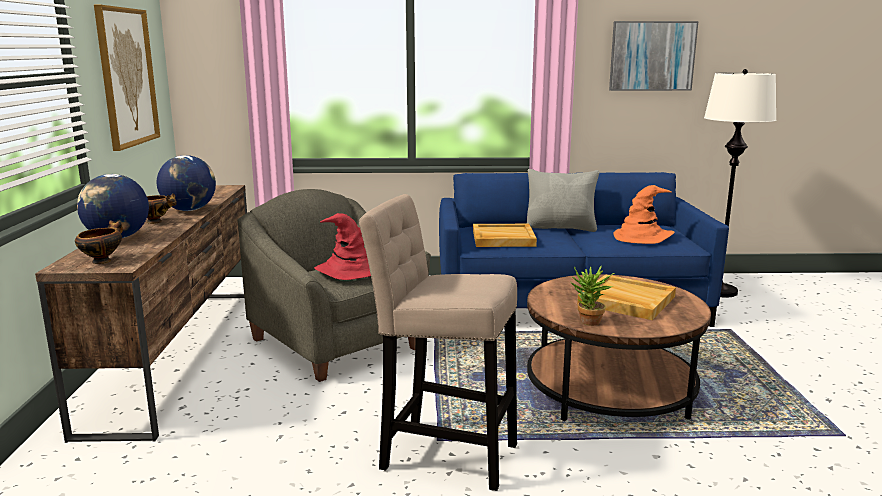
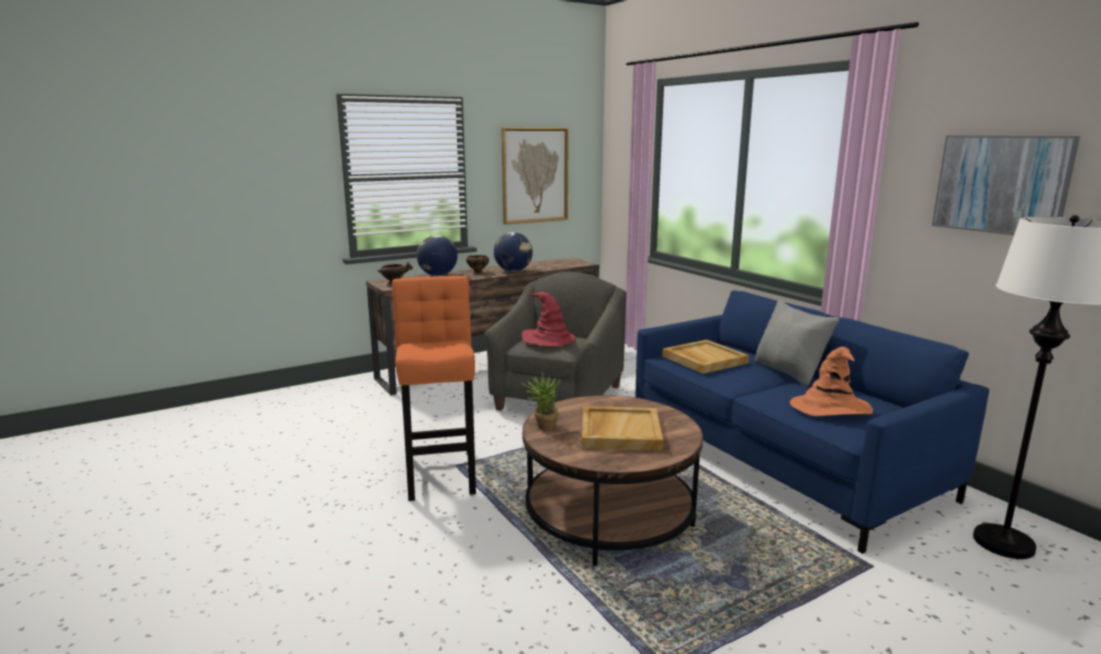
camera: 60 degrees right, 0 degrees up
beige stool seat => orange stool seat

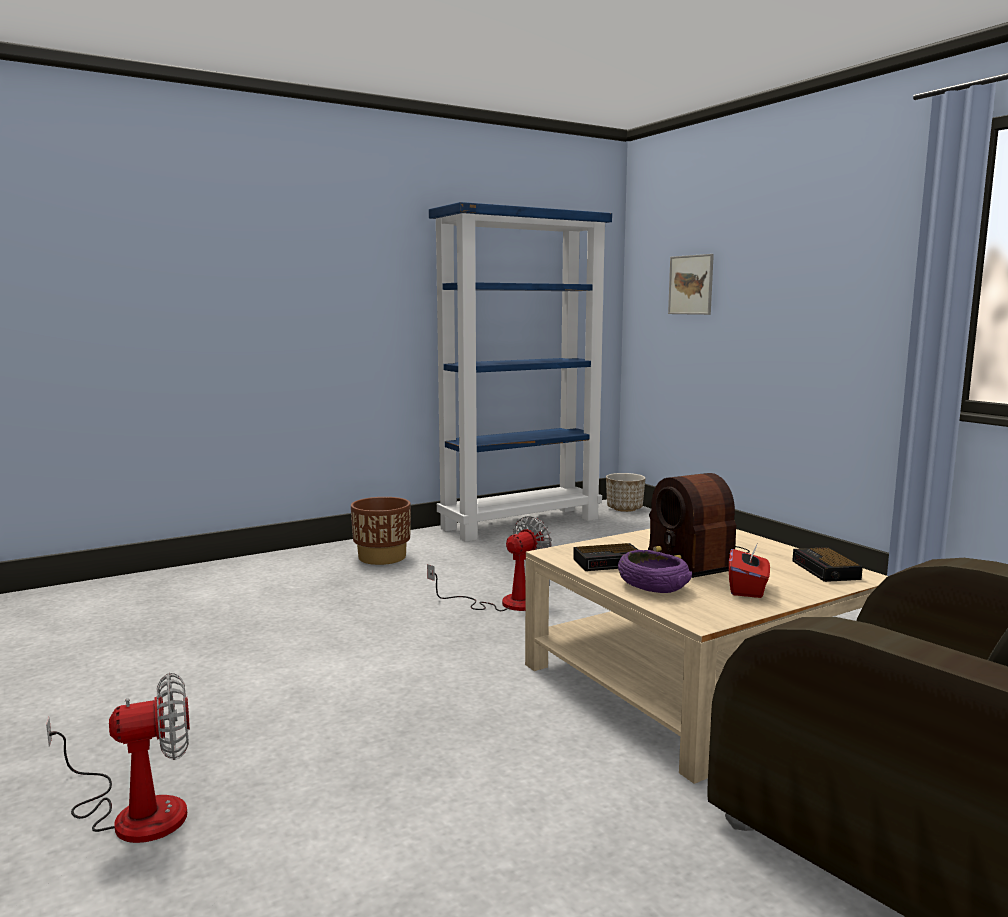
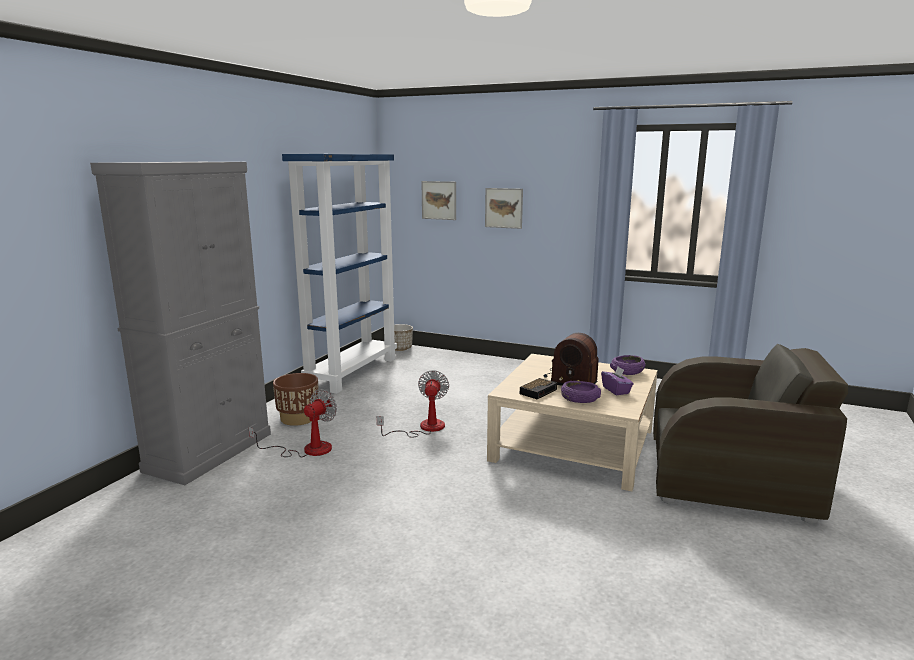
camera: 35 degrees left, 5 degrees up
fan (no. 1 from left), shifted
red-coloured tissue box => purplish tissue box
table clock (no. 2 from left) => purplish serving bowl (no. 2 from left)
nothing => grey cupboard
nothing => picture (no. 2 from left)

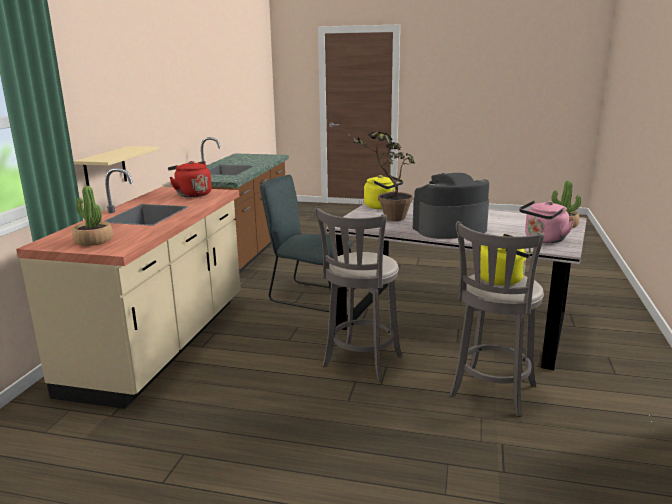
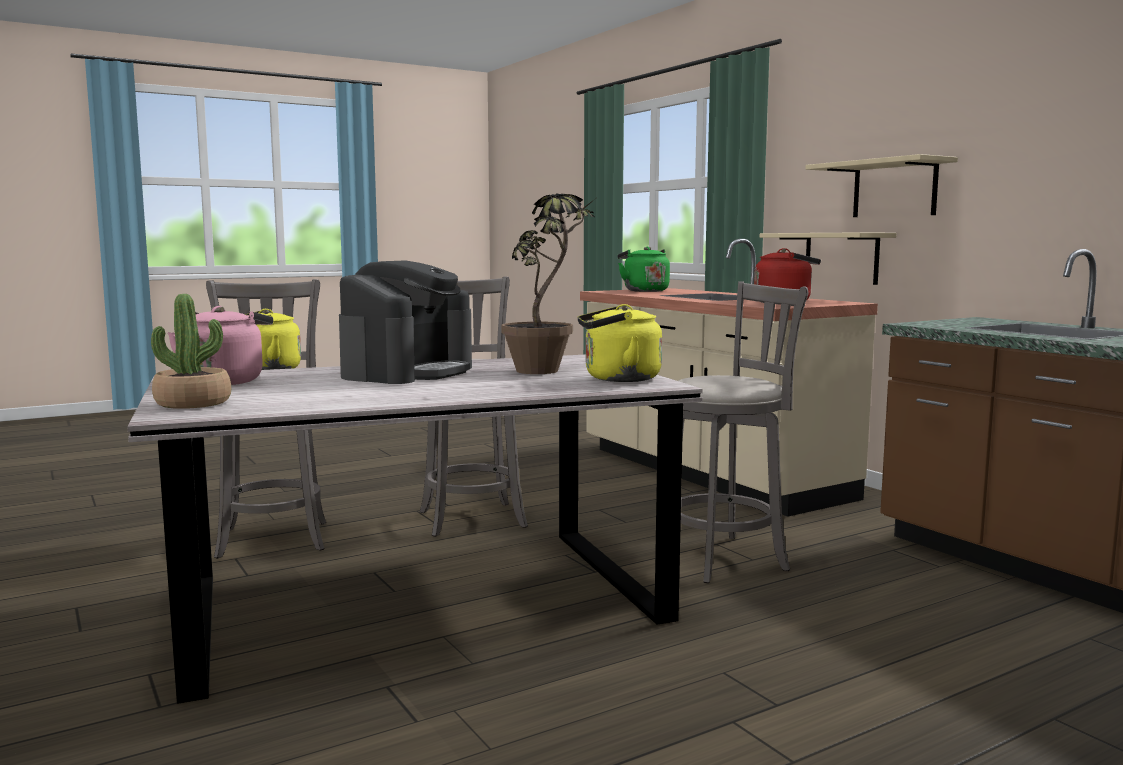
camera: 135 degrees right, 10 degrees down
houseplant (no. 1 from left) => green-coloured tea kettle
grey plain chair => grey stool seat (no. 3 from left)
nothing => beige bracket shelf (no. 2 from left)

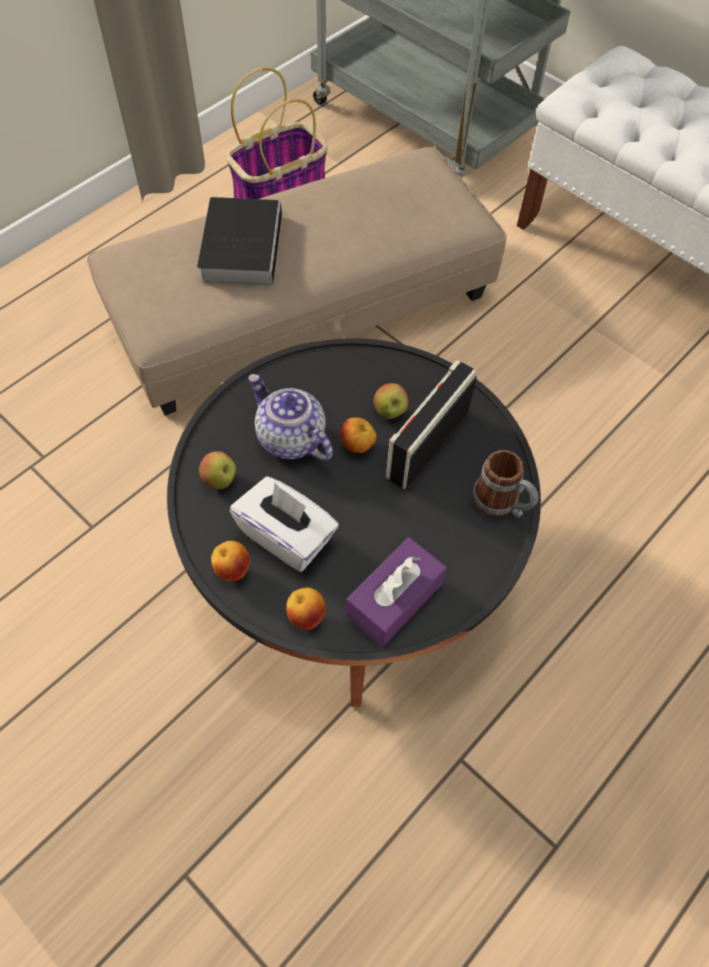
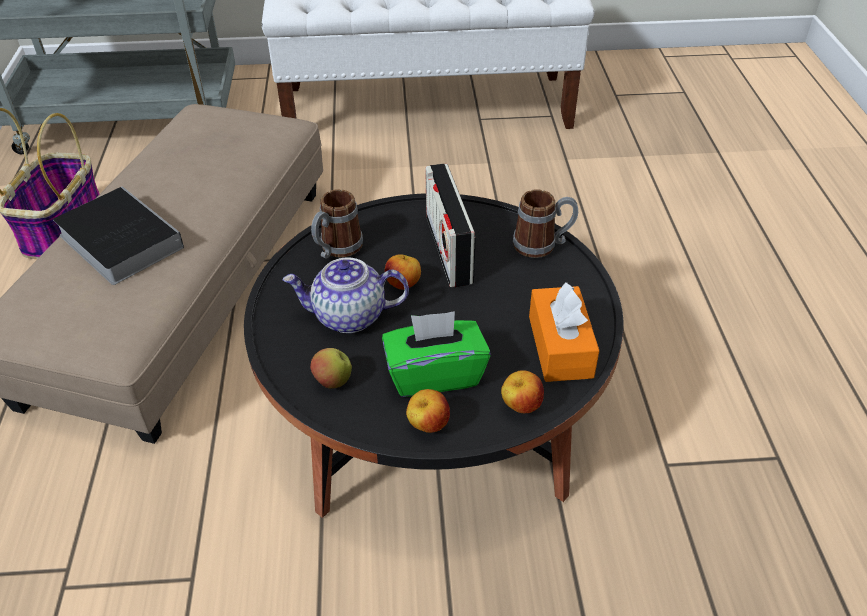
camera: 45 degrees left, 15 degrees down
white tissue box => green-coloured tissue box
purplish tissue box => orange tissue box
apple (no. 5 from left) => nothing
nothing => tea mug (no. 1 from left)

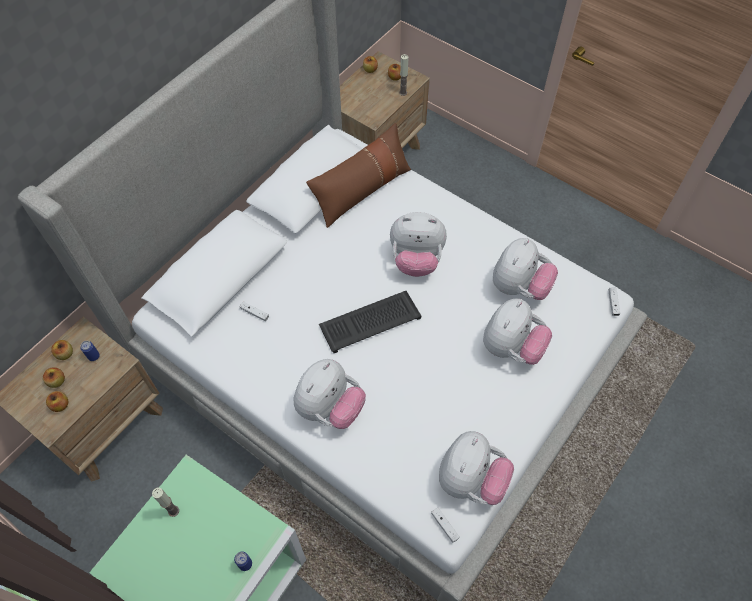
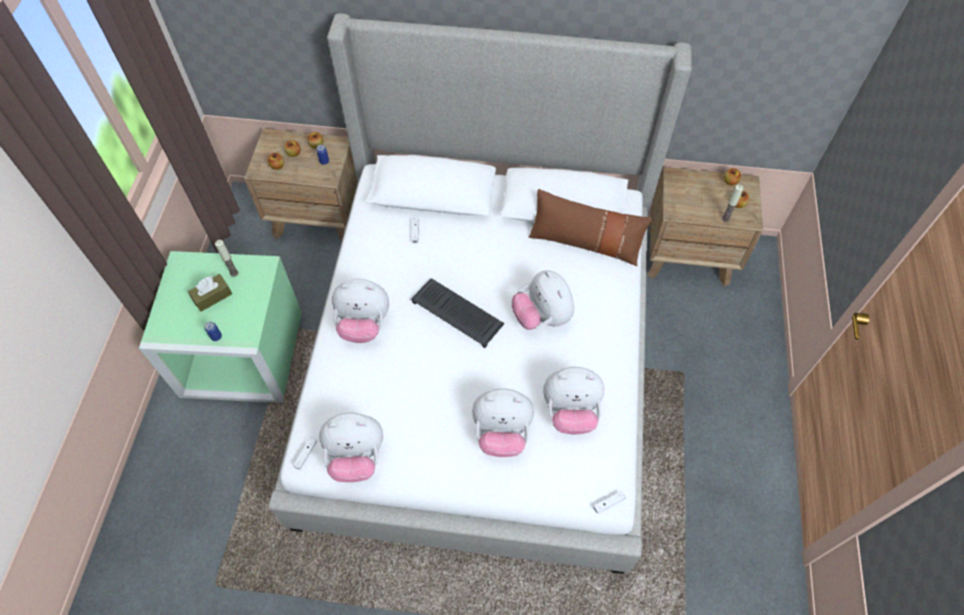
camera: 60 degrees right, 0 degrees up
nothing => brownish tissue box

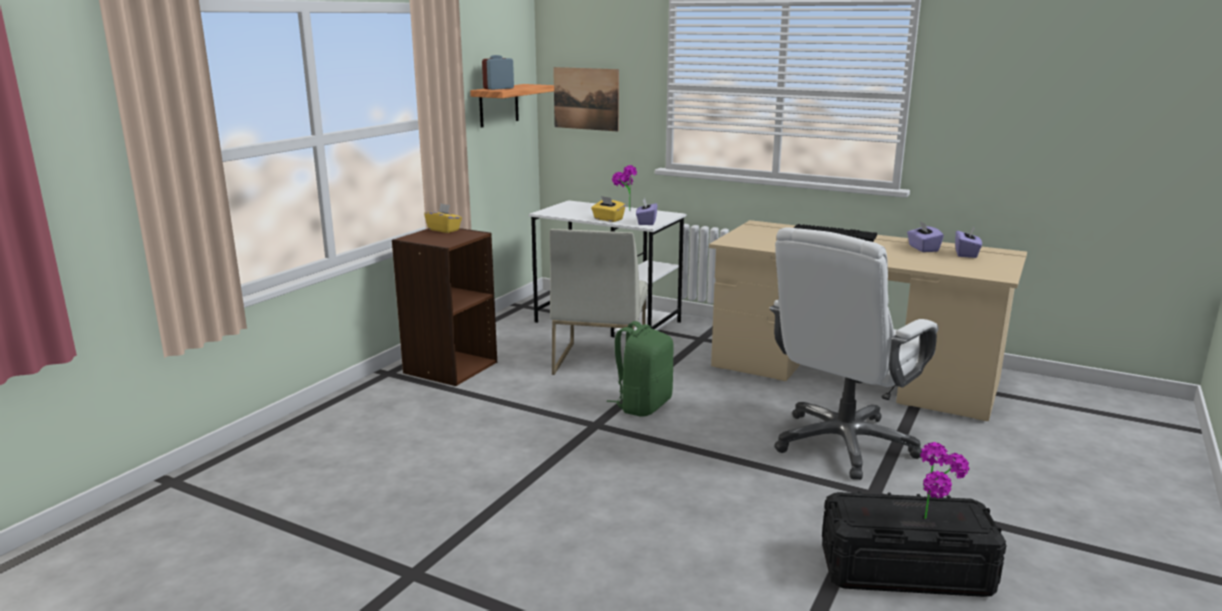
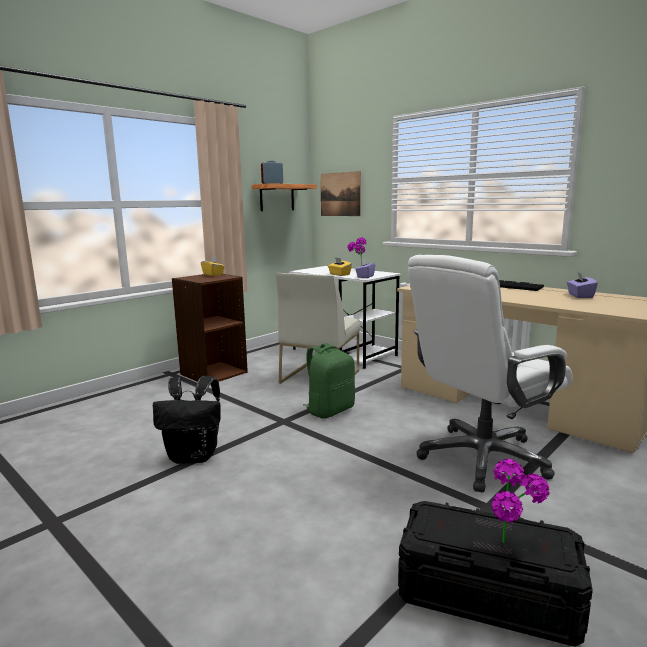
camera: 15 degrees right, 5 degrees down
purplish tissue box (no. 3 from left) => nothing
nothing => black backpack

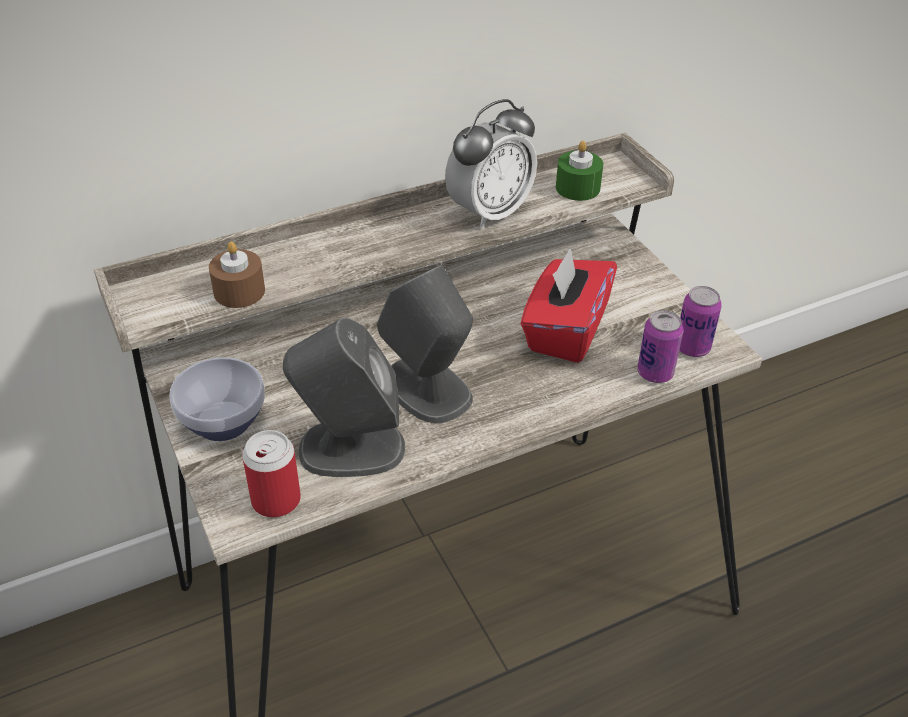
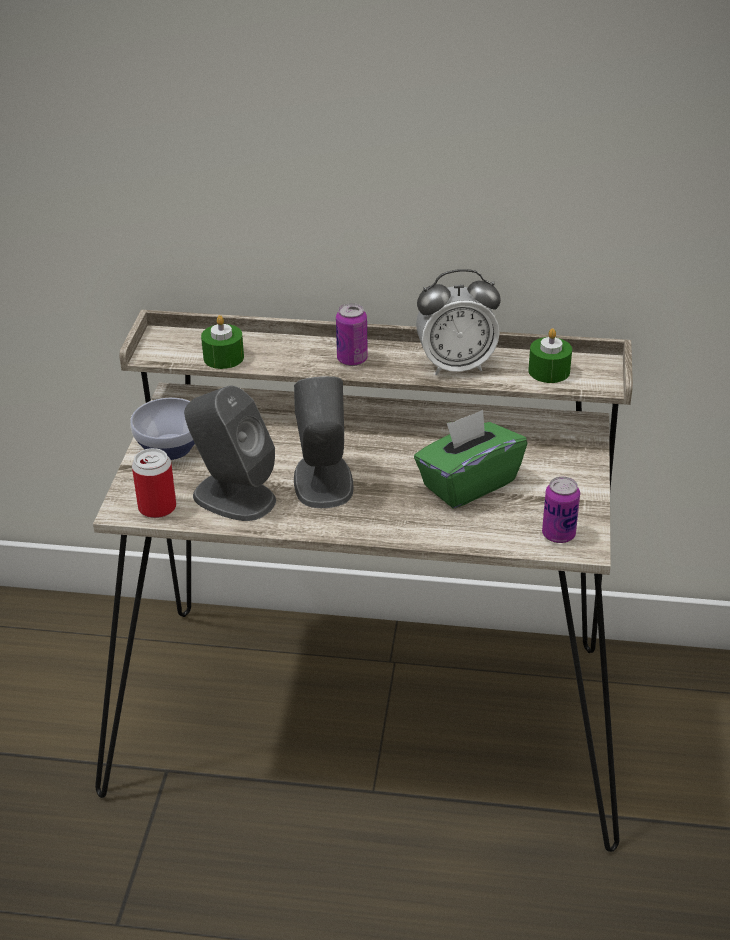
camera: 35 degrees right, 5 degrees down
brownish wax candle => green-coloured wax candle (no. 1 from left)
red-coloured tissue box => green-coloured tissue box
can (no. 2 from left), shifted

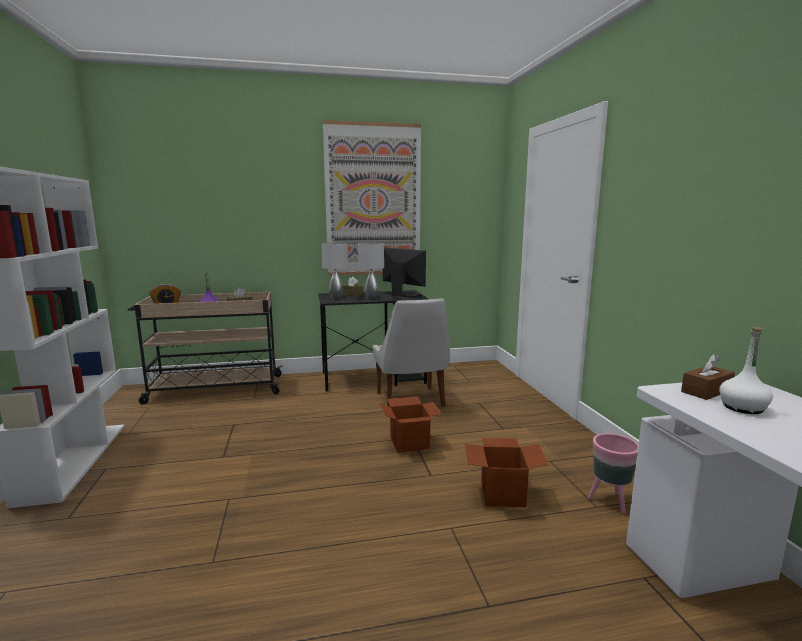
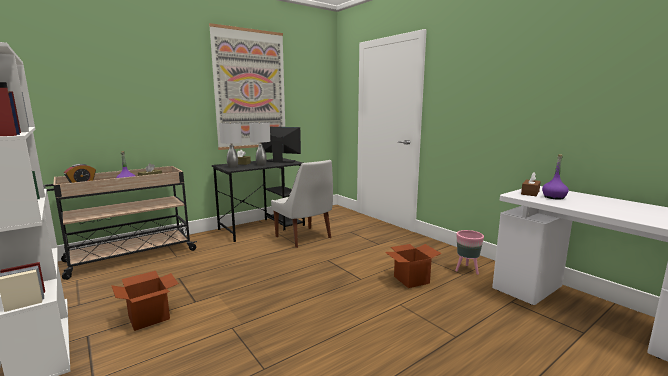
camera: 25 degrees left, 0 degrees up
carton (no. 1 from left), shifted
white drink bottle => purplish drink bottle (no. 2 from left)

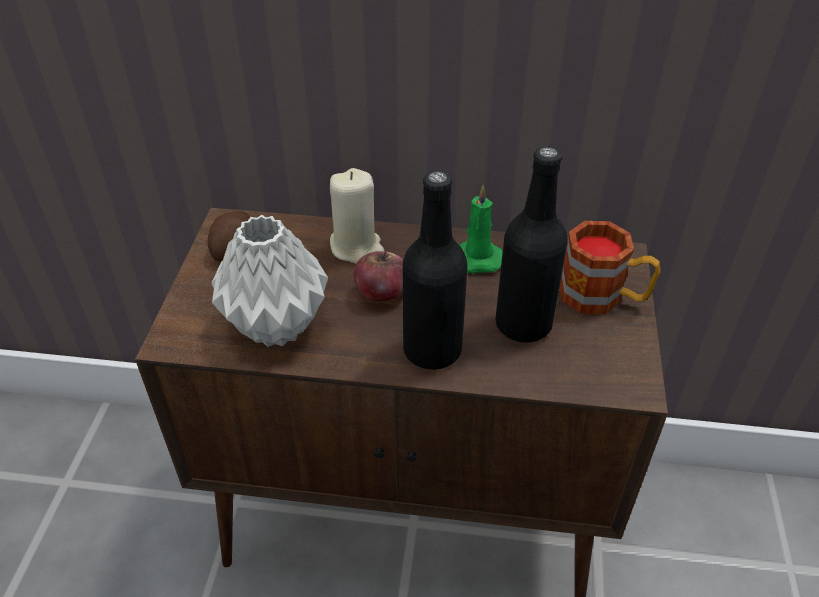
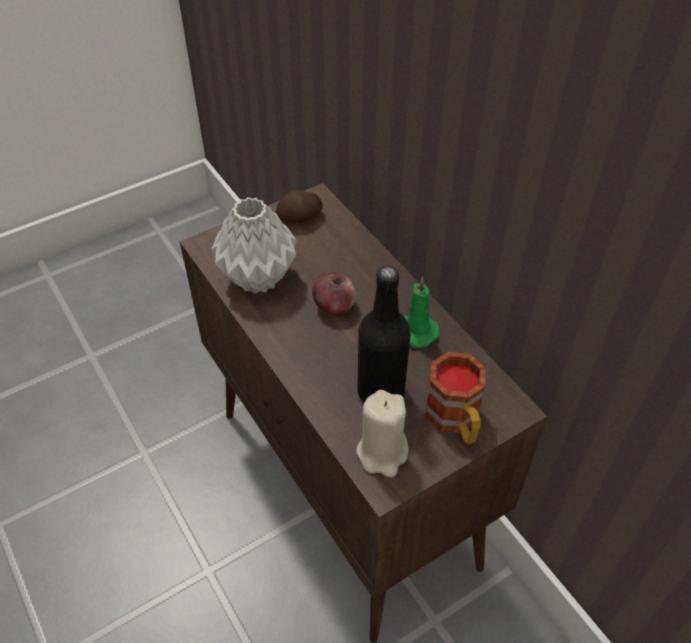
camera: 50 degrees right, 5 degrees up
beige wax candle, shifted
black drink bottle (no. 1 from left) => nothing

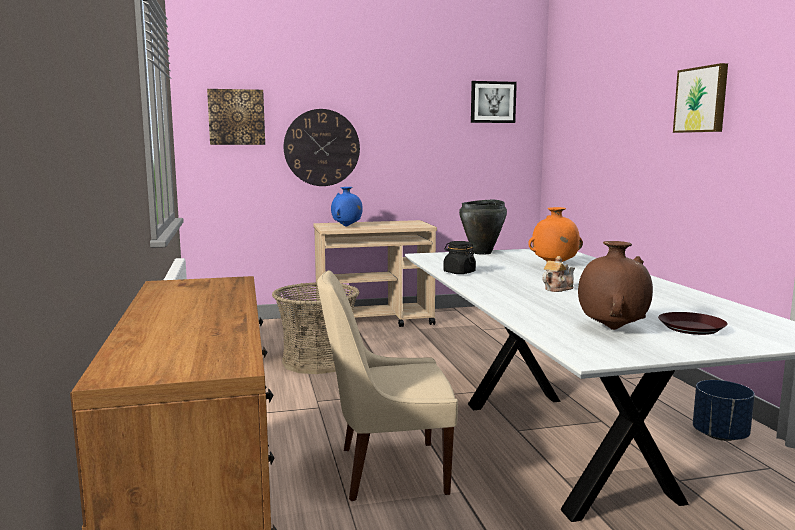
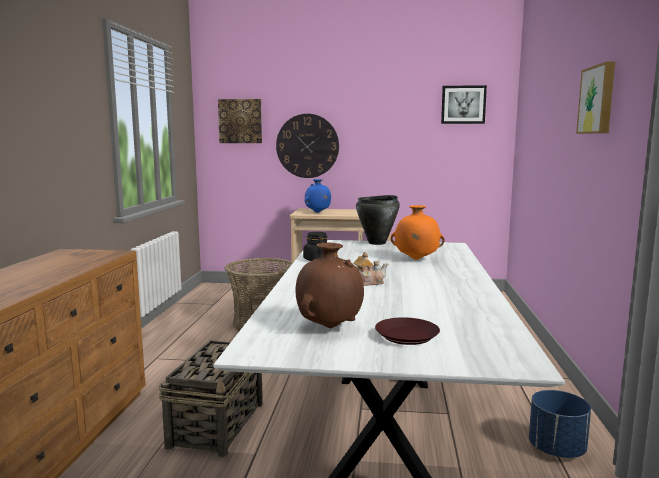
camera: 20 degrees right, 0 degrees up
beige plain chair => storage basket (no. 1 from left)

